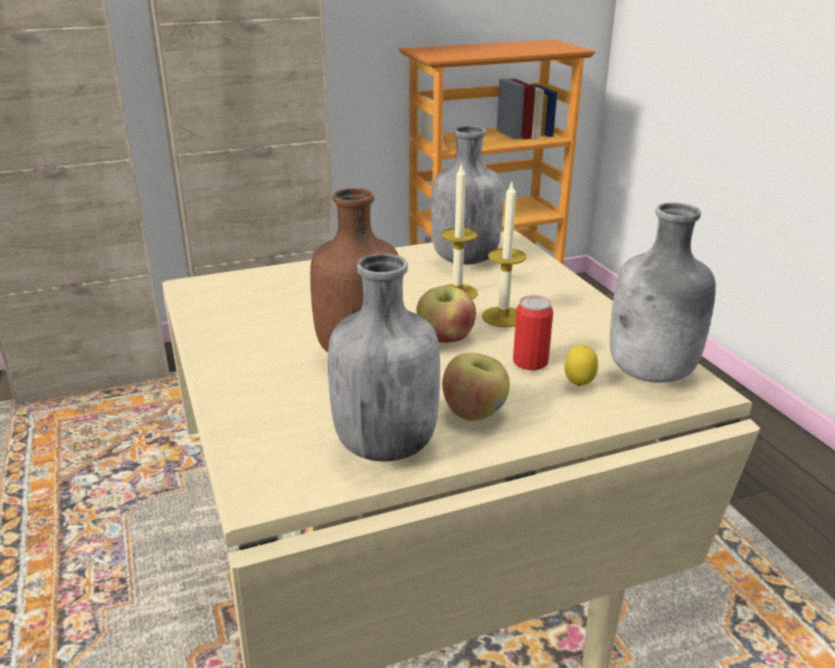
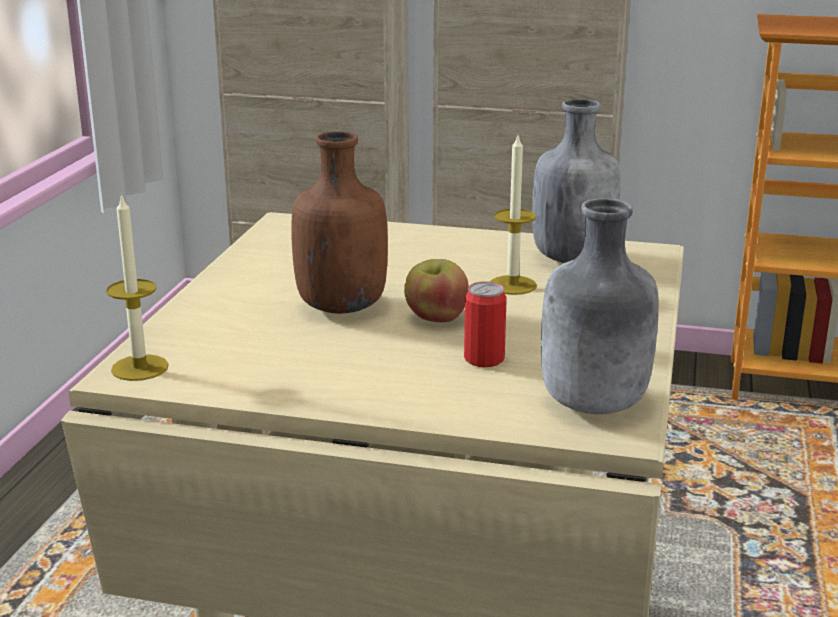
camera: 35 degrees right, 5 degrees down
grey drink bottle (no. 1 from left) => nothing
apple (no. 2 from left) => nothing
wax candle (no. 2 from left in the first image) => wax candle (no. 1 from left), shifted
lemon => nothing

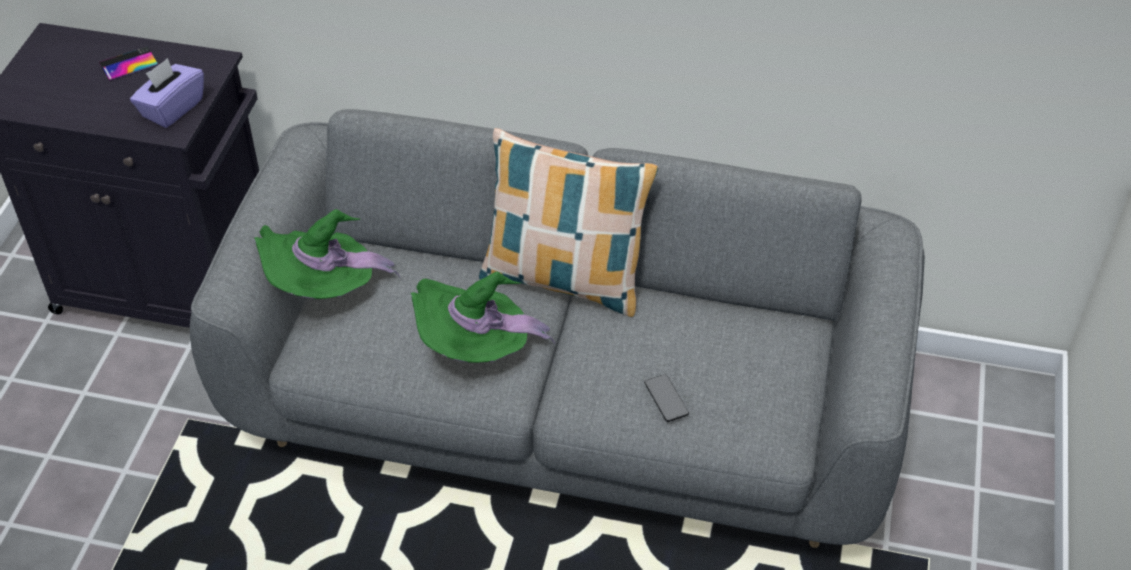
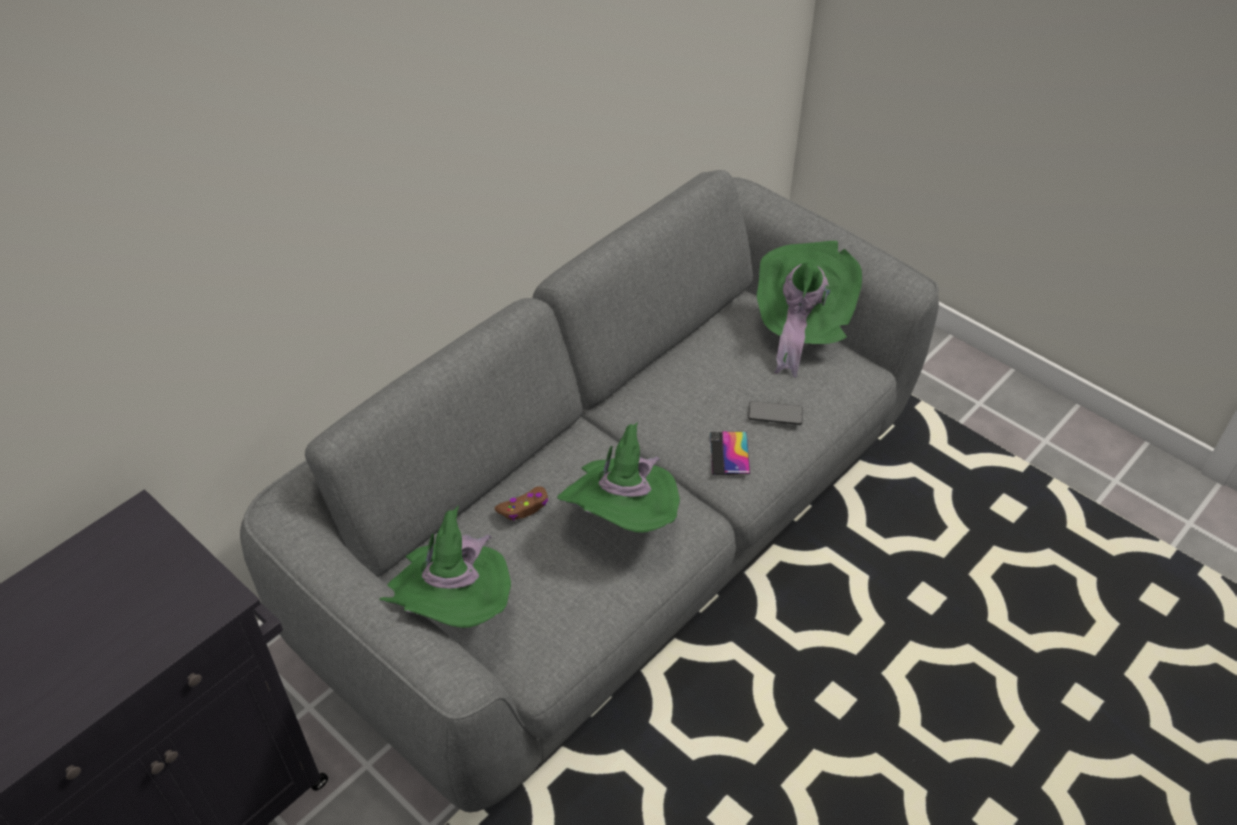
camera: 60 degrees left, 0 degrees up
telephone (no. 1 from left), shifted
purplish tissue box => nothing
pillow => nothing
nothing => brownish joypad
nothing => green-coloured wearable hat (no. 3 from left)

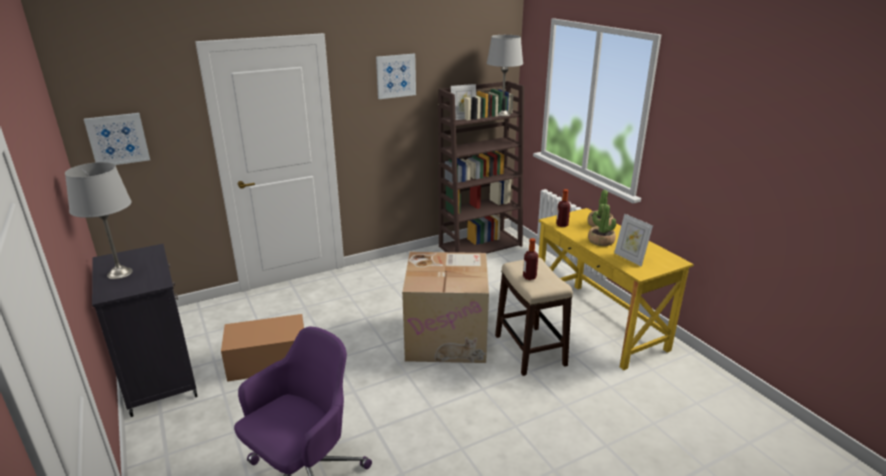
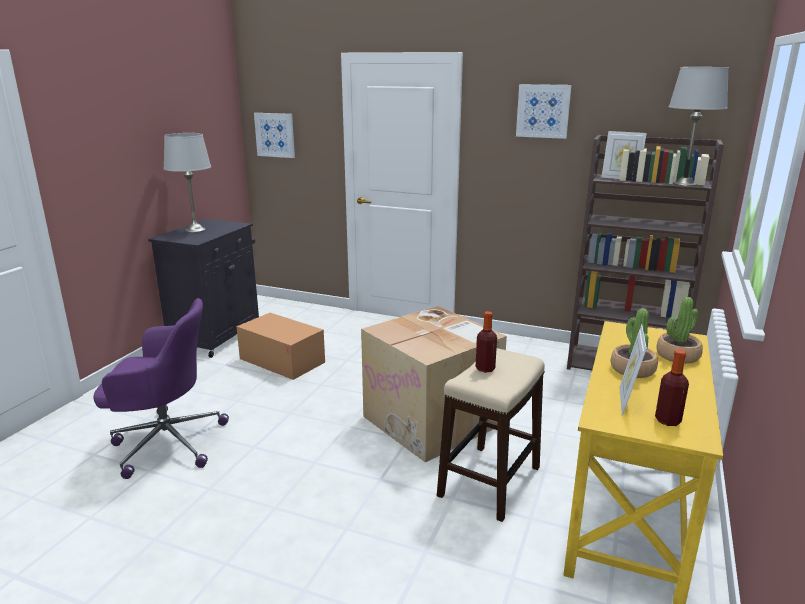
camera: 50 degrees right, 5 degrees down
drink bottle (no. 2 from left), shifted

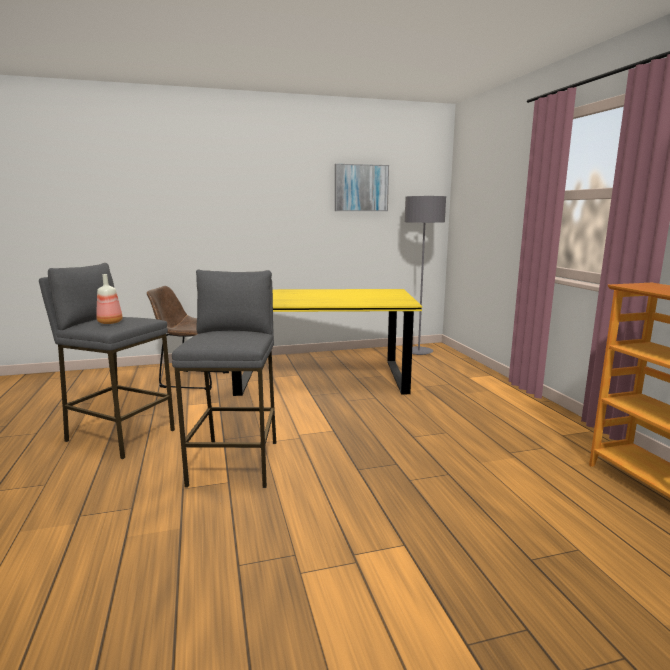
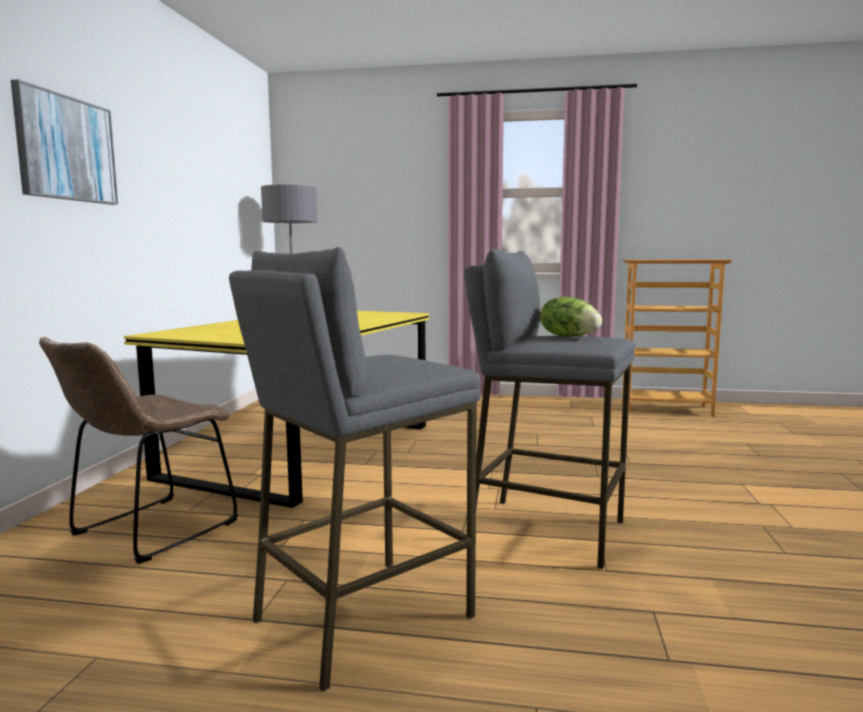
camera: 65 degrees left, 5 degrees down
drink bottle => nothing
picture, shifted
nothing => lettuce

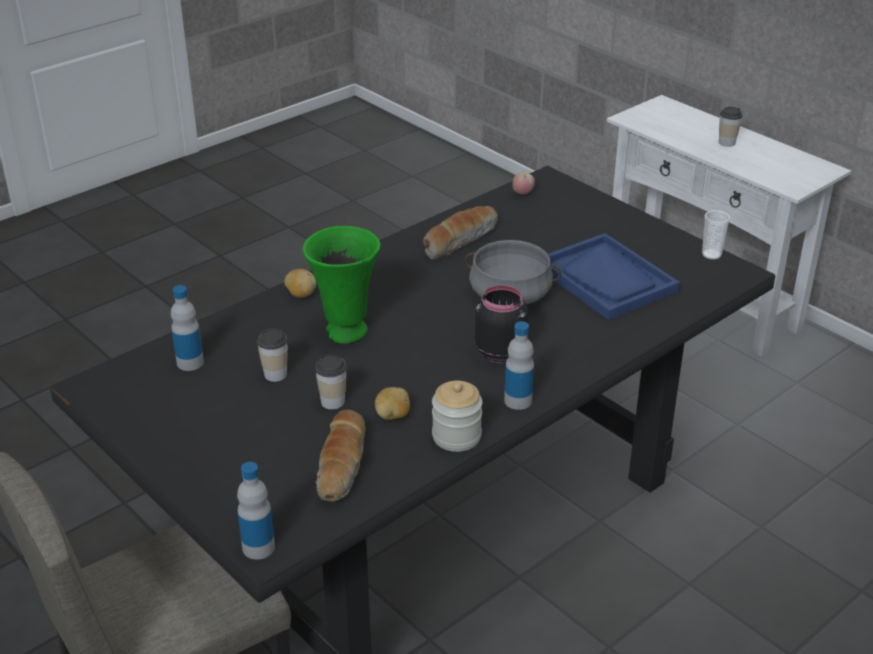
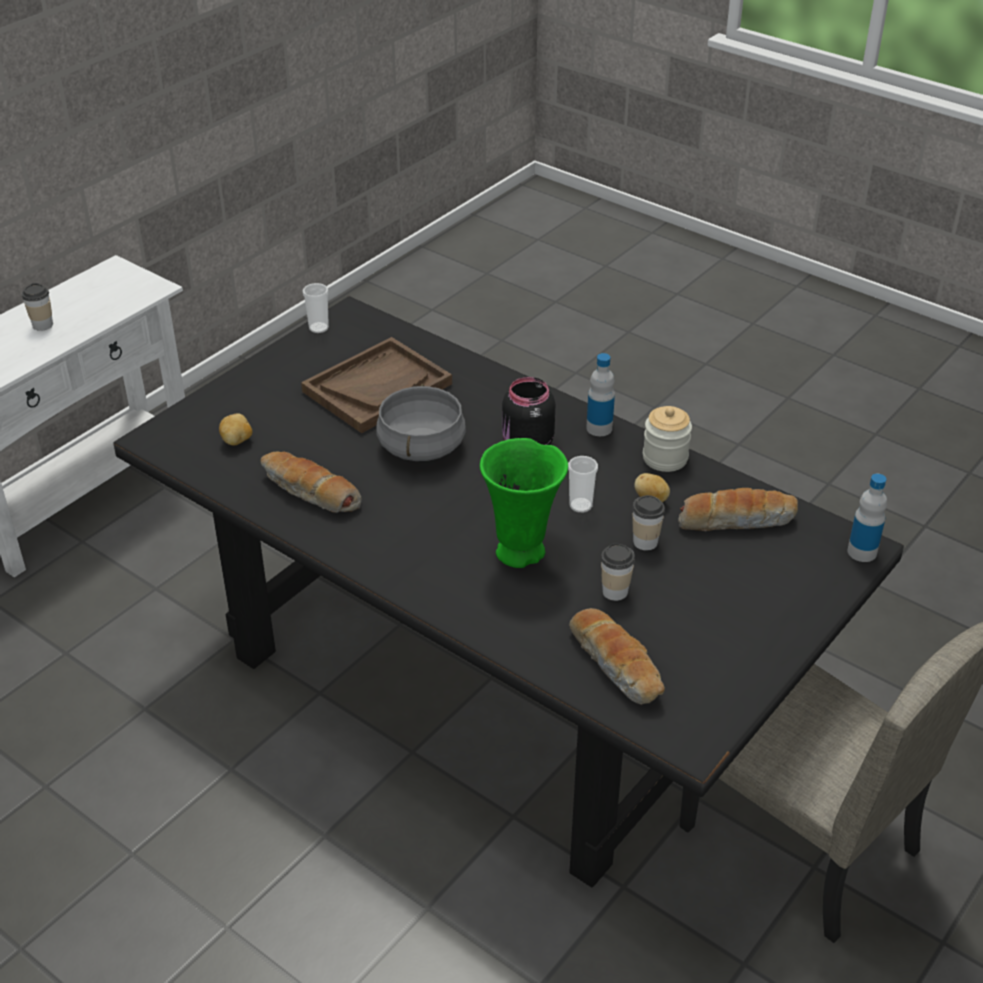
camera: 100 degrees left, 5 degrees up
drink bottle (no. 1 from left) => baked bread (no. 2 from left)
potato (no. 1 from left), shifted
apple => nothing
blue serving tray => brownish serving tray
nothing => cup (no. 3 from left)

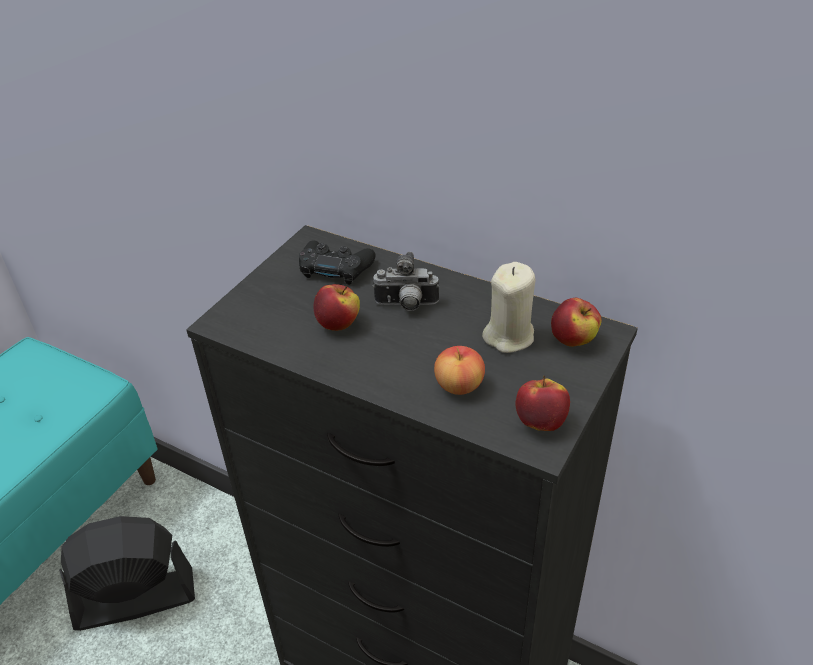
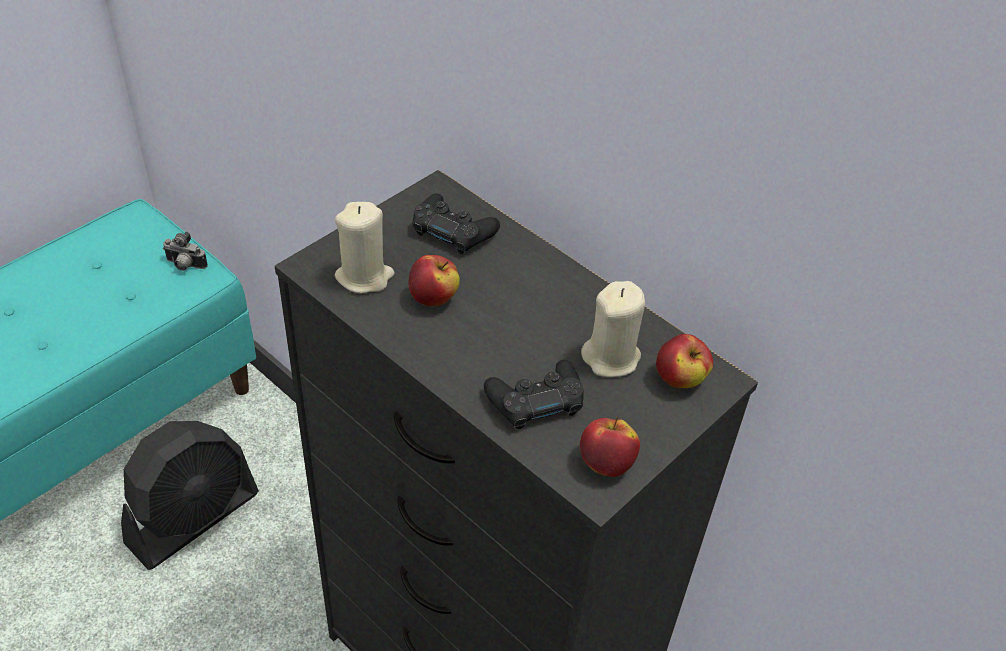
camera: 10 degrees right, 5 degrees up
black fan, 135 degrees clockwise
still camera, shifted
apple (no. 2 from left) => black joypad (no. 2 from left)
nothing => beige wax candle (no. 1 from left)

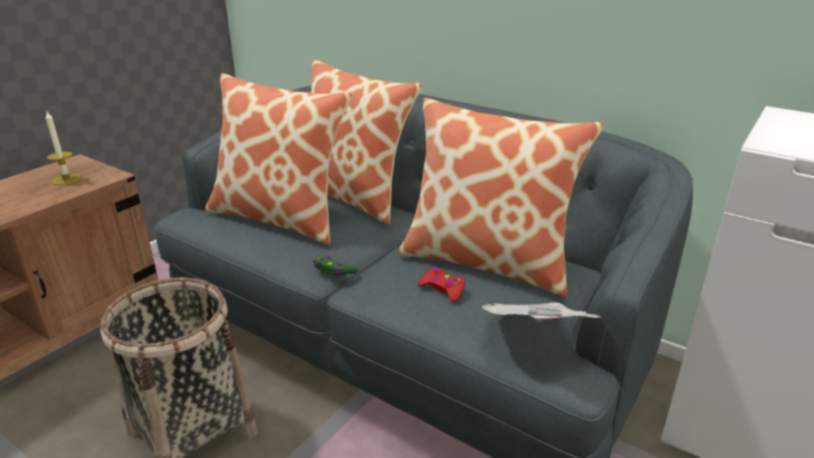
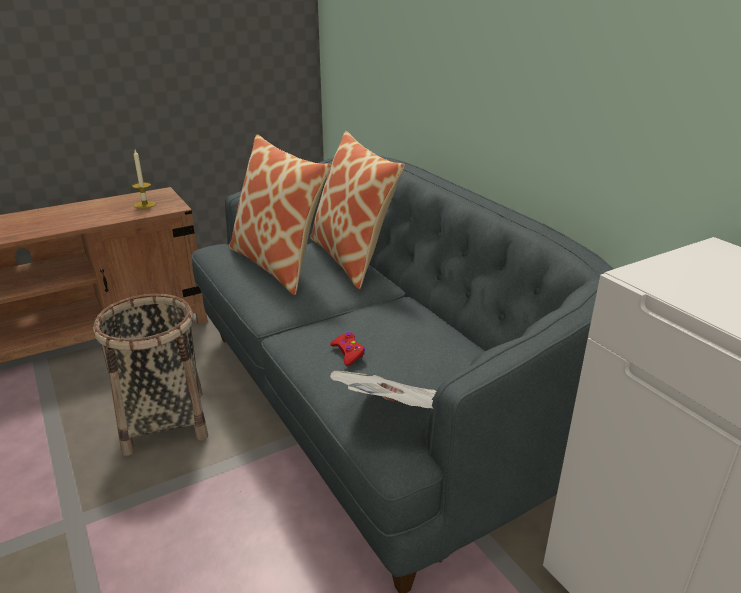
camera: 25 degrees right, 0 degrees up
green-coloured joypad => nothing
pillow (no. 3 from left) => nothing

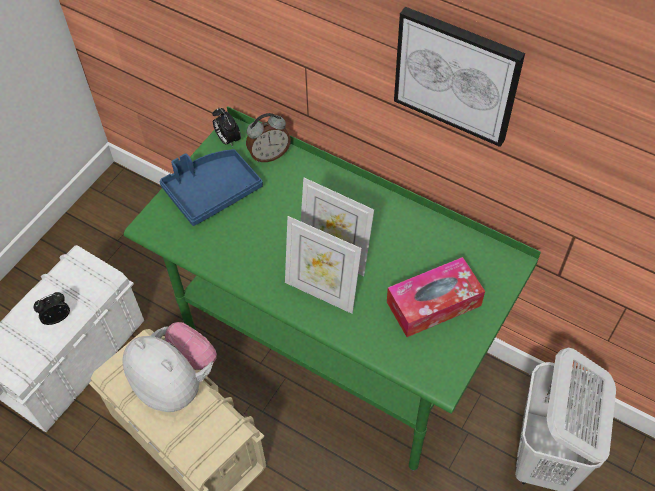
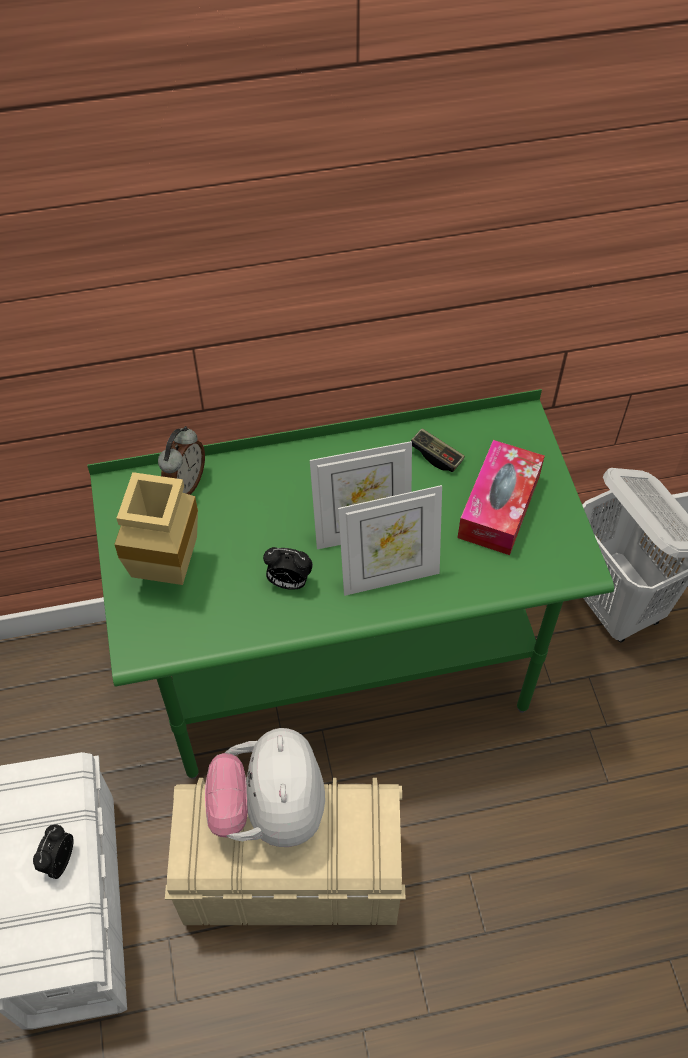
camera: 45 degrees left, 0 degrees up
cuddly toy, 90 degrees counterclockwise
blue serving tray => beige flower vase
table clock (no. 2 from left in the first image) => table clock (no. 3 from left), shifted
picture => nothing
nothing => joypad

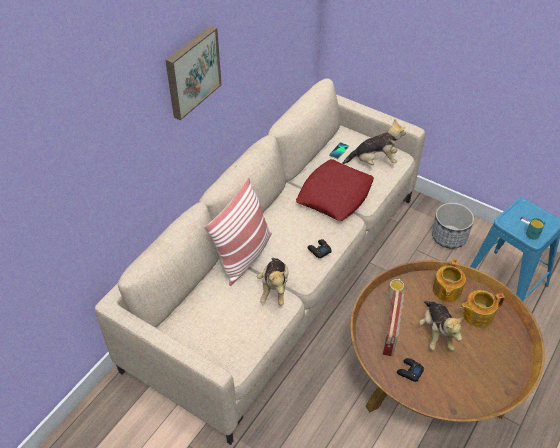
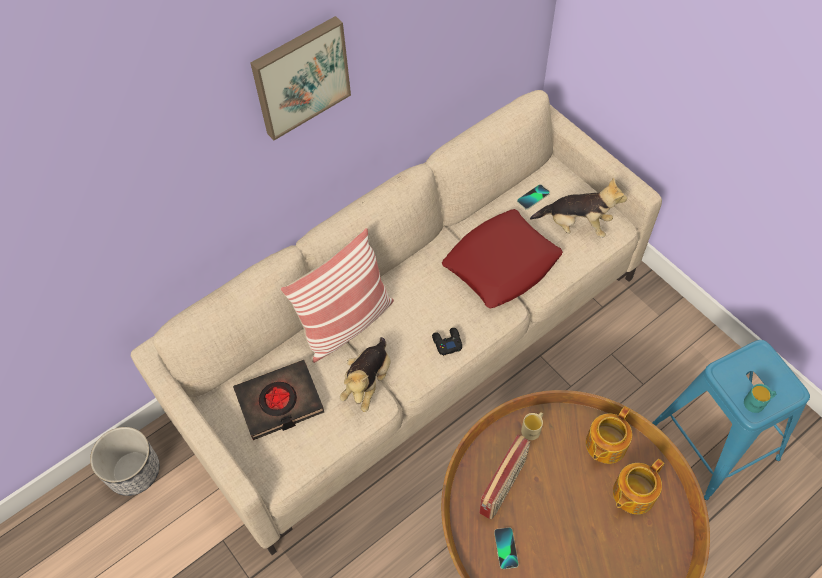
camera: 20 degrees right, 10 degrees up
black joypad (no. 2 from left) => telephone (no. 1 from left)
cuddly toy (no. 3 from left) => nothing
planter, shifted
pot for tea (no. 2 from left), 45 degrees counterclockwise
nothing => black bound book

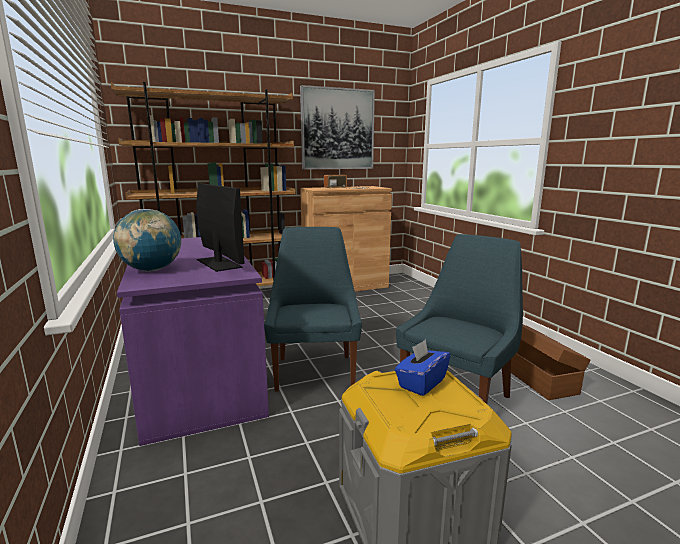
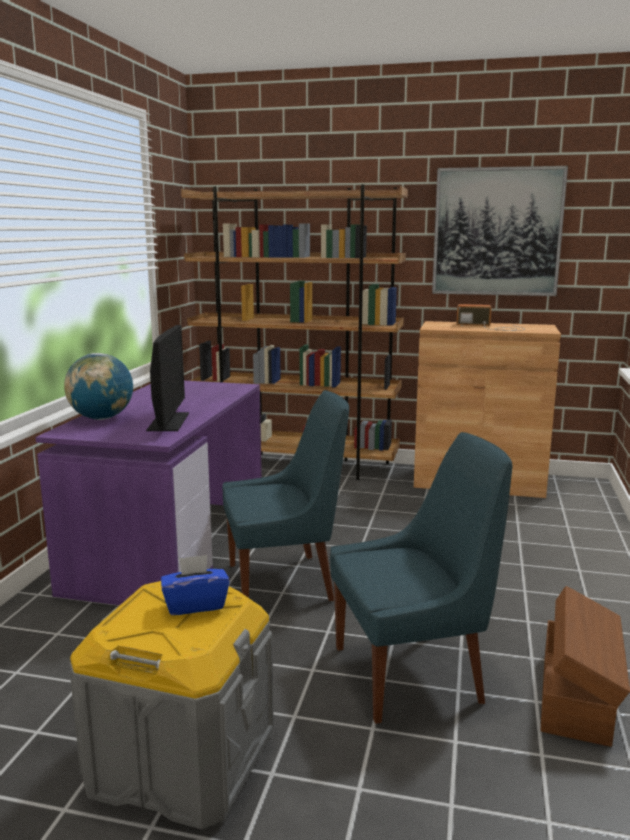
camera: 35 degrees right, 0 degrees up
blue plain chair (no. 1 from left), 45 degrees clockwise

